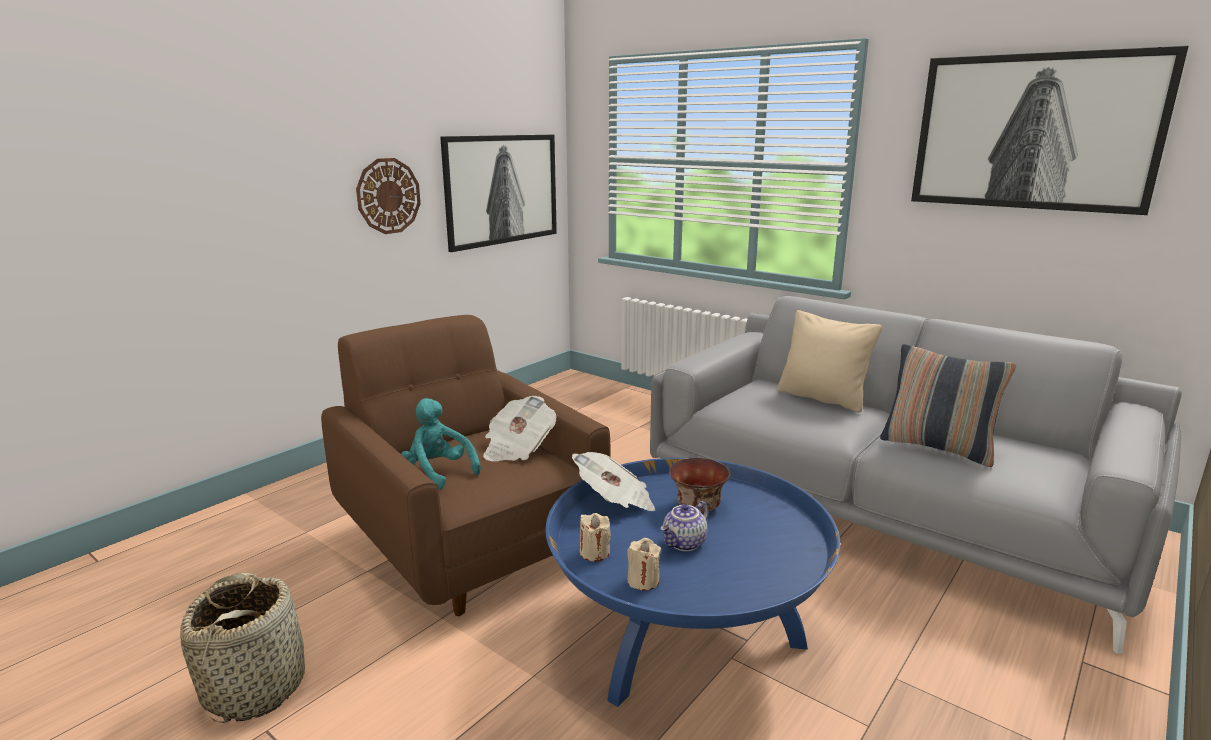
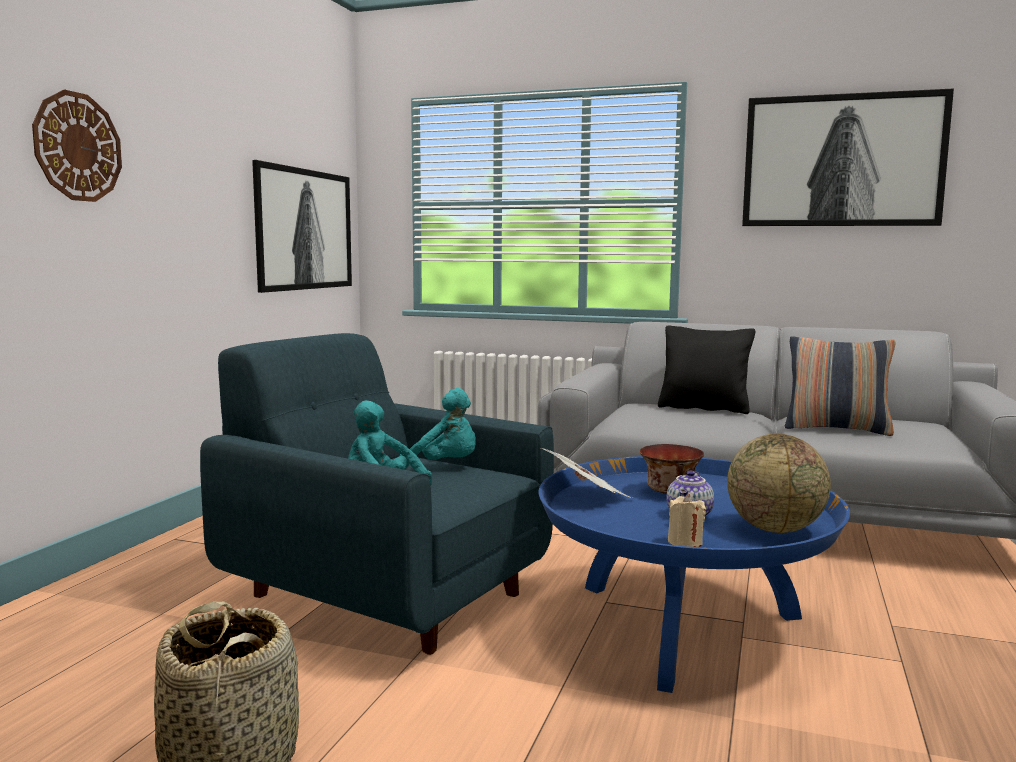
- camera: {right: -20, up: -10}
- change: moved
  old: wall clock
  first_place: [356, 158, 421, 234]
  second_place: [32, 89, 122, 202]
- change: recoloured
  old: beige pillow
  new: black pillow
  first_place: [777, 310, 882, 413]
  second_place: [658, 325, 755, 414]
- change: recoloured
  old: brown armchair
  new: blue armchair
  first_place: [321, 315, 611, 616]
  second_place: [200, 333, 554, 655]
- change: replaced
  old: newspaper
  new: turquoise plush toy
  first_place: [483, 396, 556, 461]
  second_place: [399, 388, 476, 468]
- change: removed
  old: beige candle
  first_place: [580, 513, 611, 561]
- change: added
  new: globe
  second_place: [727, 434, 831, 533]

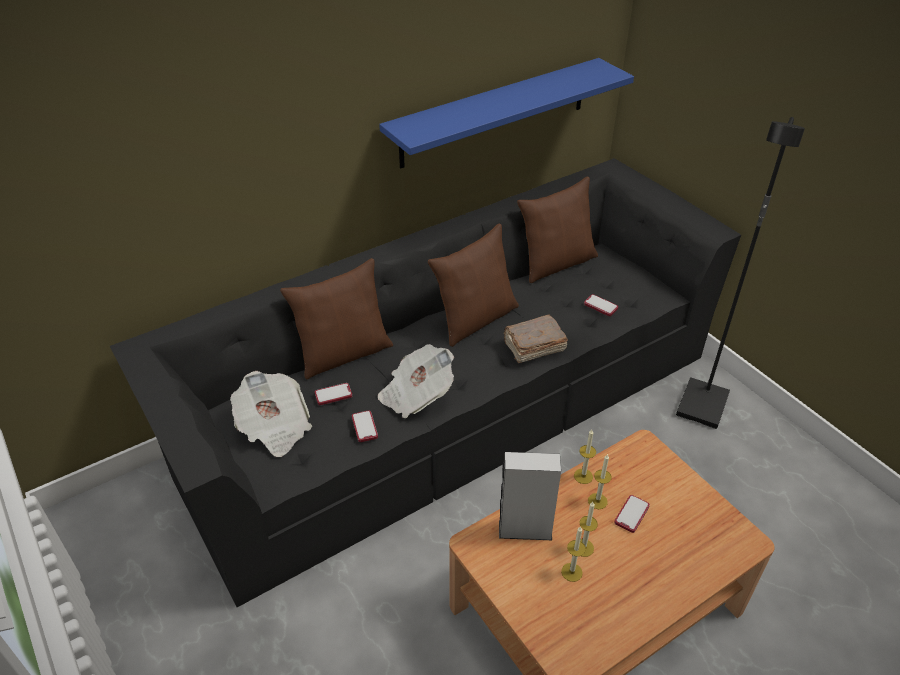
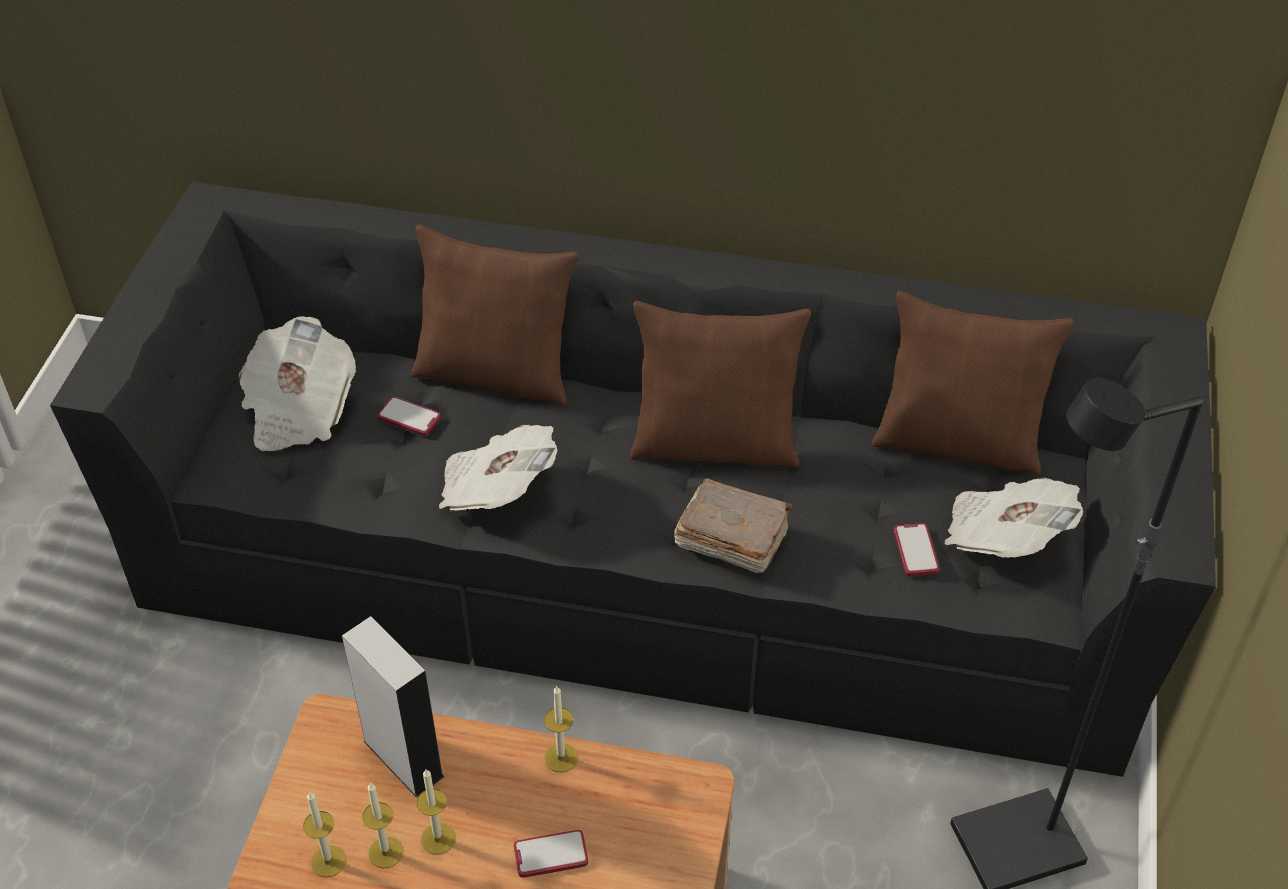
- camera: {right: 45, up: 5}
- change: removed
  old: blue shelf
  first_place: [379, 58, 634, 168]
- change: removed
  old: phone
  first_place: [352, 411, 378, 442]
- change: moved
  old: candle
  first_place: [588, 454, 612, 509]
  second_place: [303, 791, 346, 877]
- change: added
  new: newspaper
  second_place: [945, 477, 1083, 558]

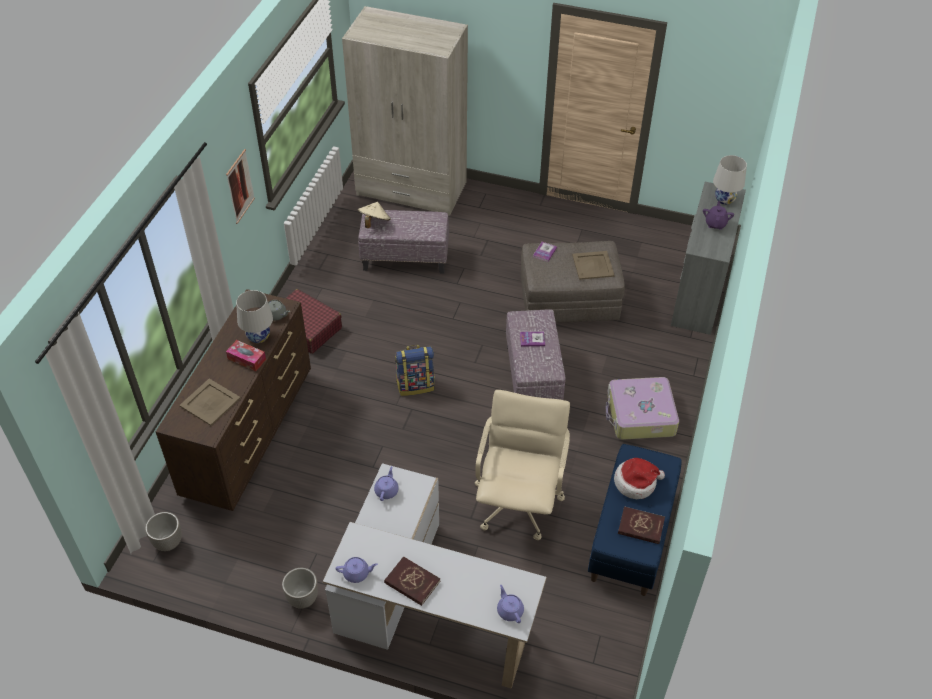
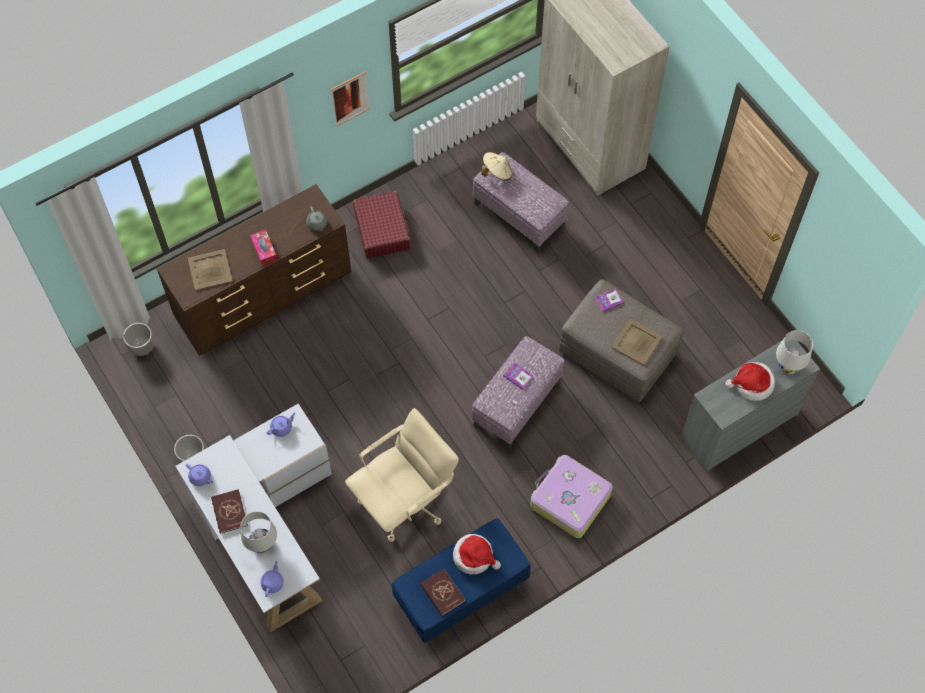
- camera: {right: 40, up: 15}
- change: replaced
  old: purple teapot
  new: hat
  first_place: [703, 201, 734, 230]
  second_place: [725, 362, 775, 401]
- change: moved
  old: white table lamp
  first_place: [236, 290, 273, 343]
  second_place: [240, 511, 277, 553]
- change: removed
  old: backpack
  first_place: [395, 345, 435, 396]

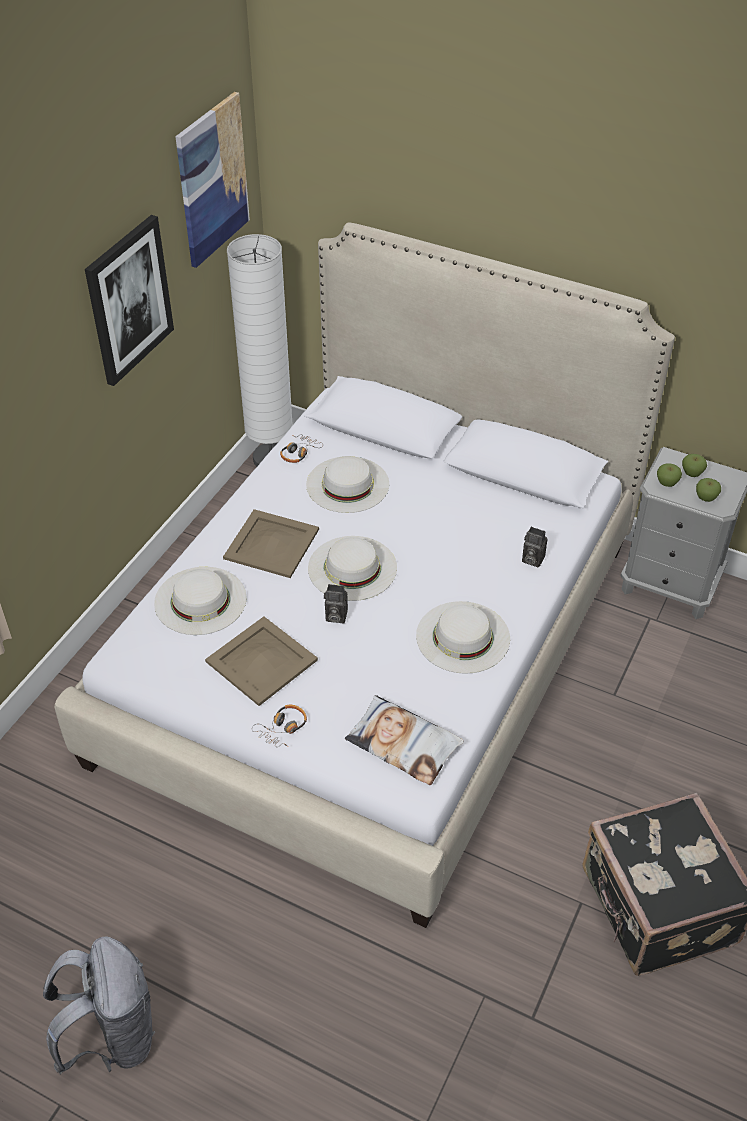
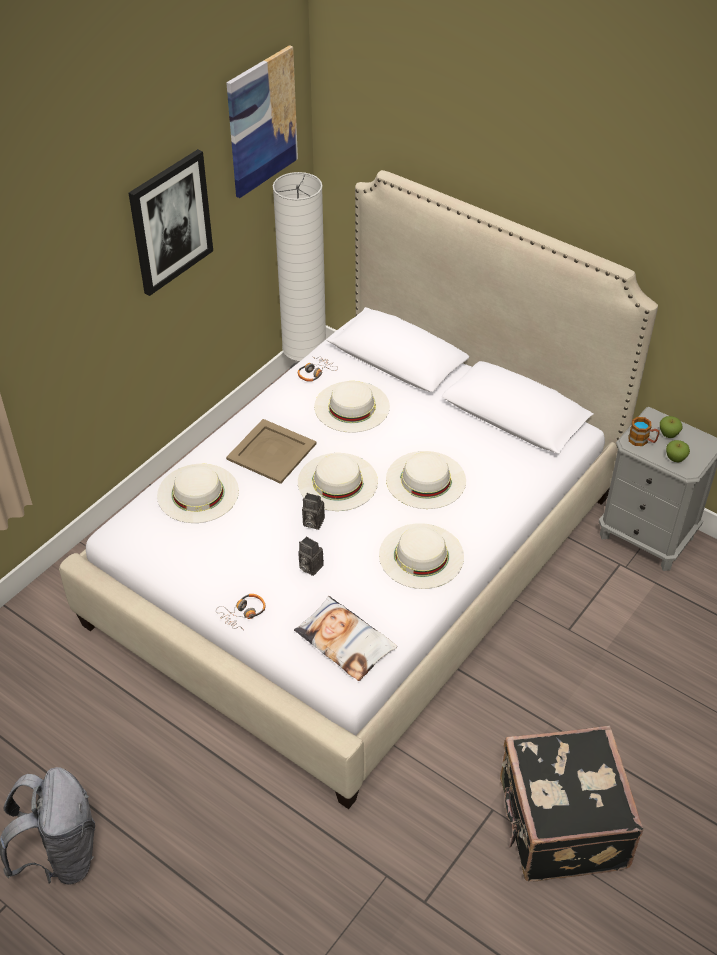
- camera: {right: 10, up: 0}
- change: replaced
  old: apple
  new: mug
  first_place: [657, 463, 682, 487]
  second_place: [628, 417, 660, 446]
- change: moved
  old: photo camera
  first_place: [522, 527, 547, 567]
  second_place: [298, 536, 324, 576]
- change: removed
  old: beige tray
  first_place: [205, 617, 318, 706]
- change: added
  new: white hat
  second_place: [386, 451, 466, 509]

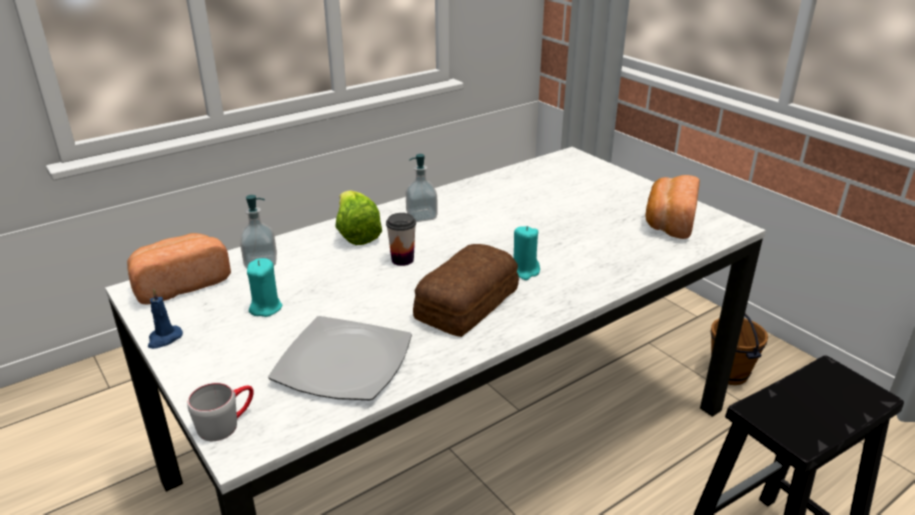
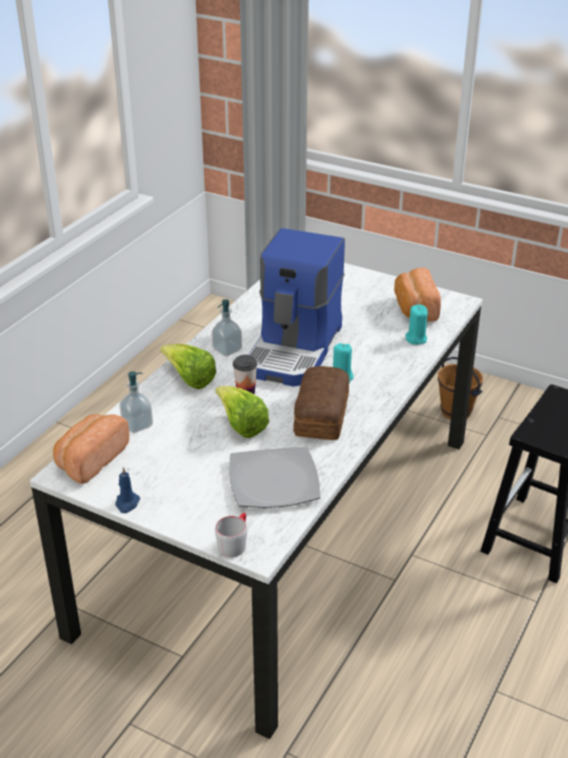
- camera: {right: -25, up: 5}
- change: moved
  old: turquoise candle
  first_place: [247, 258, 282, 317]
  second_place: [406, 304, 428, 345]
- change: added
  new: coffee machine
  second_place: [249, 228, 345, 387]
- change: added
  new: lettuce
  second_place: [215, 386, 269, 438]

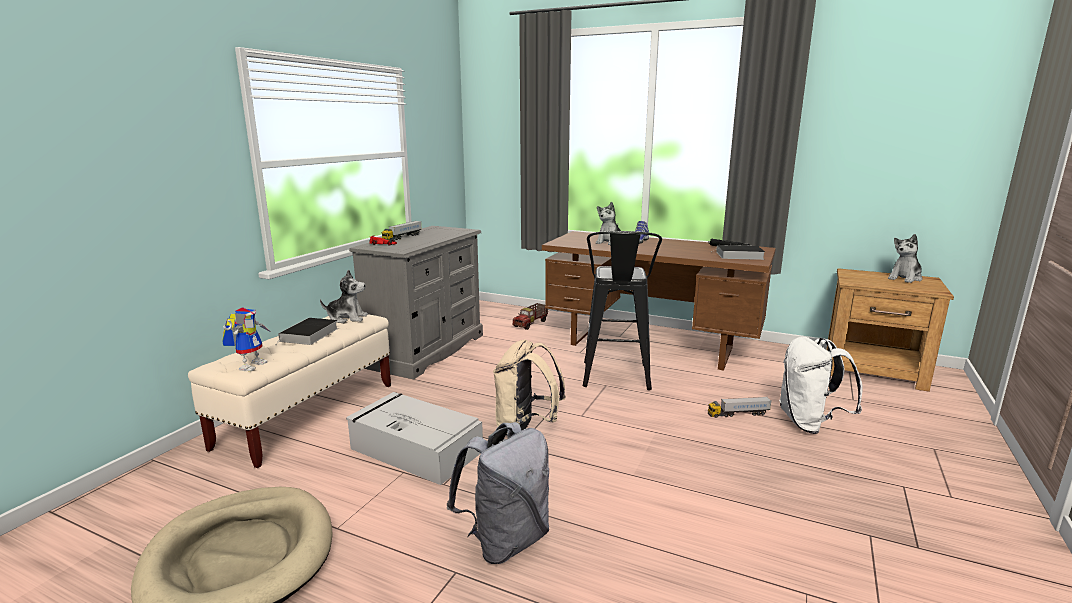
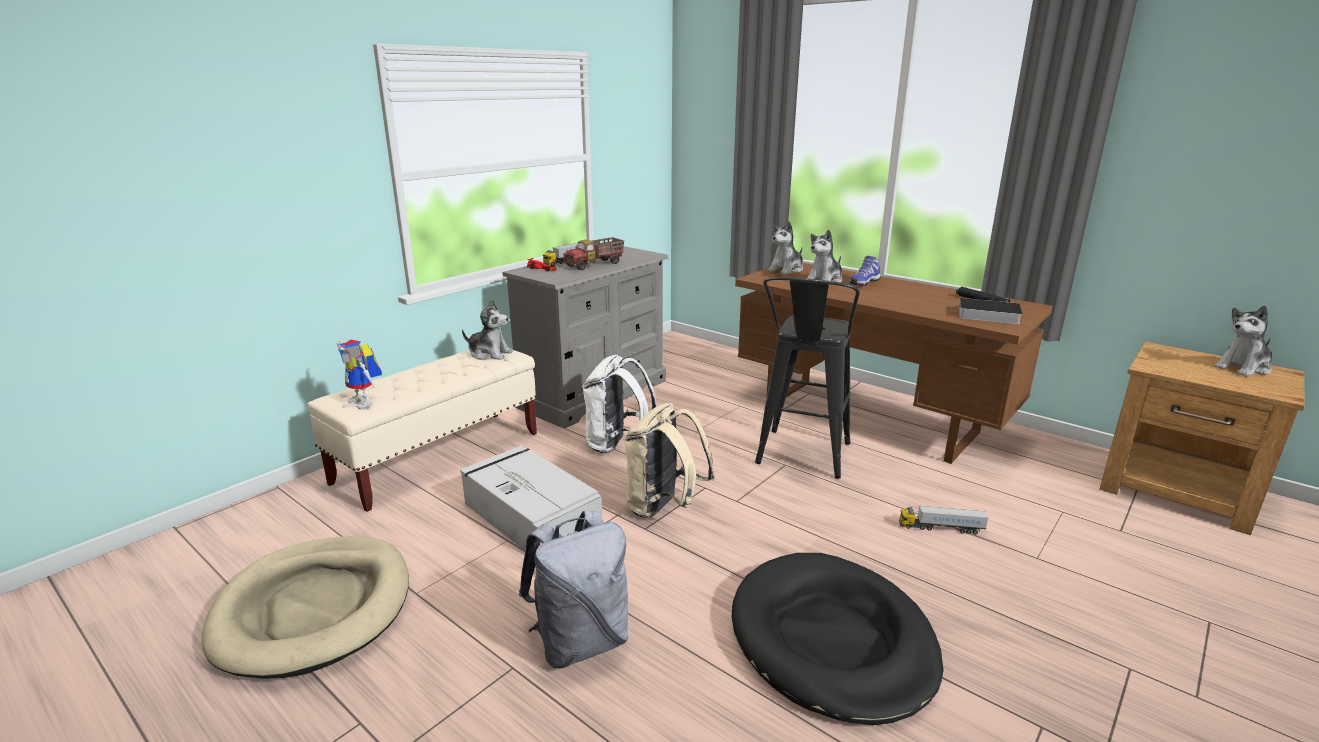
- camera: {right: 15, up: 5}
- change: moved
  old: toy truck
  first_place: [512, 303, 548, 330]
  second_place: [563, 237, 624, 270]
- change: turned
  old: toy robot
  first_place: [222, 307, 271, 372]
  second_place: [337, 340, 382, 409]
  degrees: 105
- change: removed
  old: book
  first_place: [276, 318, 338, 345]
- change: moved
  old: white backpack
  first_place: [779, 337, 863, 434]
  second_place: [582, 355, 657, 453]
- change: added
  new: plush toy
  second_place: [767, 221, 803, 275]
- change: added
  new: black dog bed
  second_place: [732, 553, 943, 725]

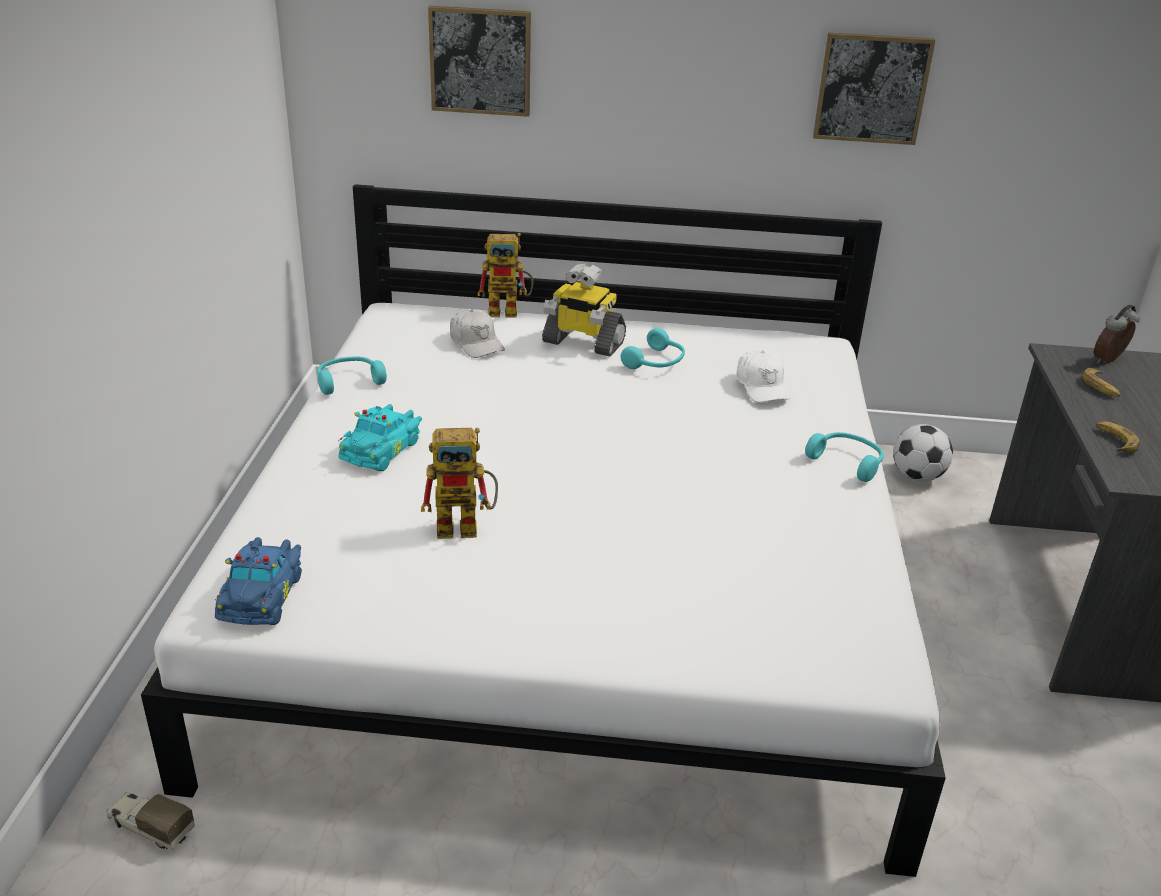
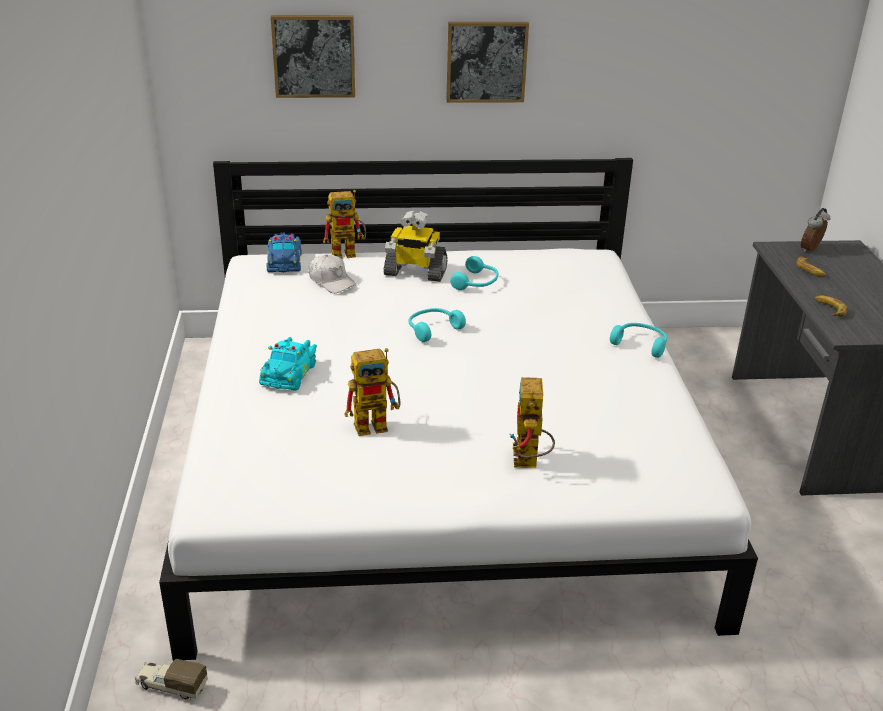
- camera: {right: -10, up: 0}
- change: moved
  old: picture
  first_place: [813, 32, 935, 145]
  second_place: [446, 22, 529, 103]
- change: removed
  old: white cap
  first_place: [737, 350, 791, 402]
- change: moved
  old: turquoise headphones
  first_place: [317, 356, 387, 395]
  second_place: [409, 308, 466, 342]
- change: removed
  old: football
  first_place: [893, 424, 953, 481]
- change: moved
  old: blue toy car
  first_place: [215, 537, 302, 625]
  second_place: [267, 232, 301, 272]
- change: added
  new: toy robot
  second_place: [510, 377, 555, 468]

